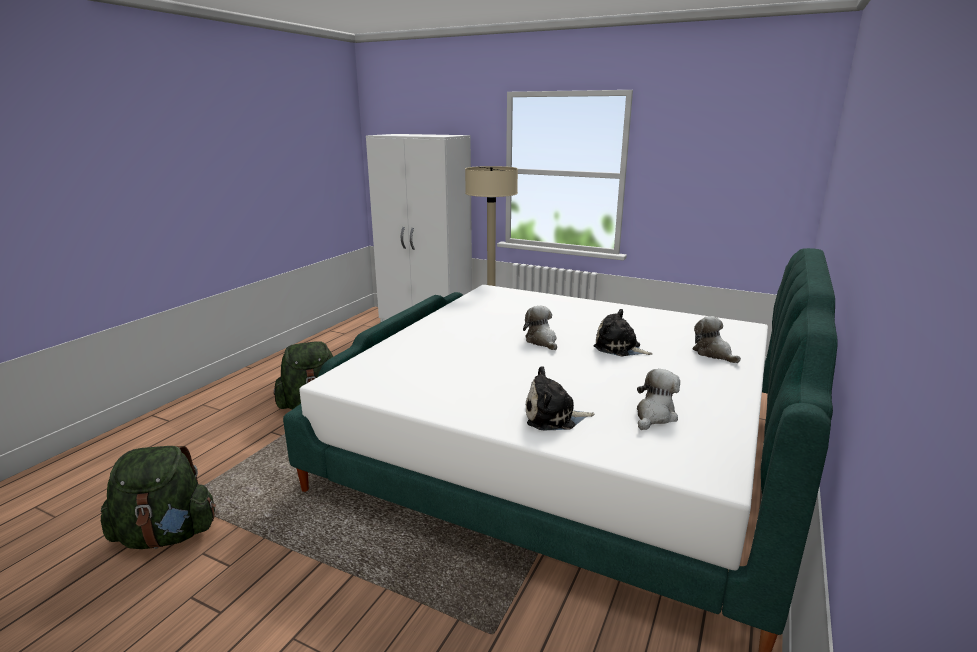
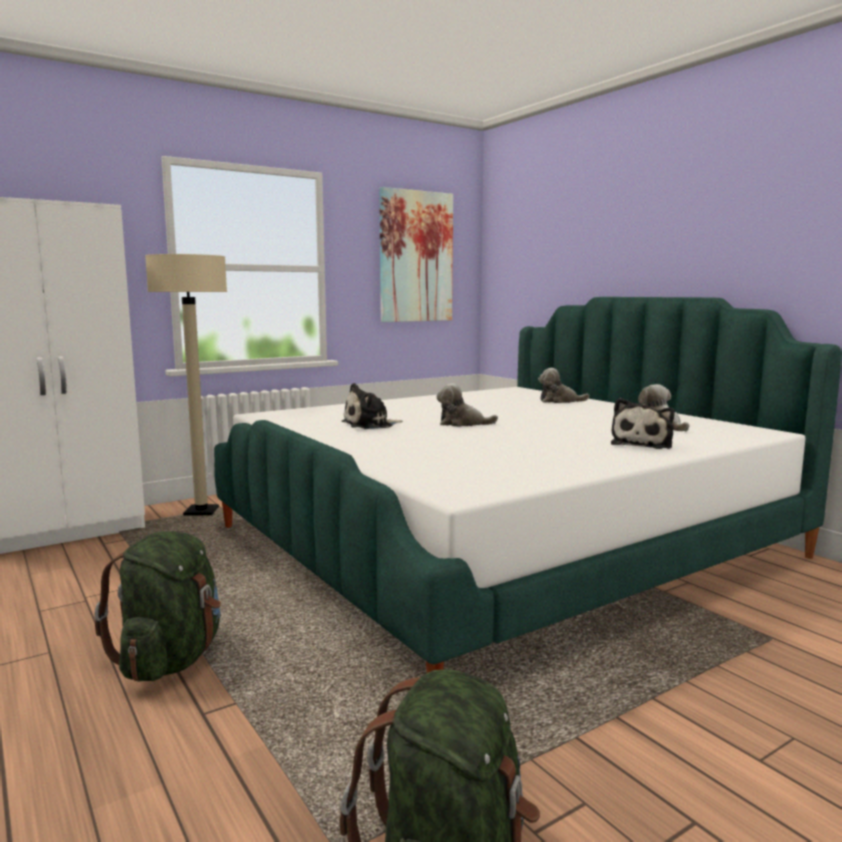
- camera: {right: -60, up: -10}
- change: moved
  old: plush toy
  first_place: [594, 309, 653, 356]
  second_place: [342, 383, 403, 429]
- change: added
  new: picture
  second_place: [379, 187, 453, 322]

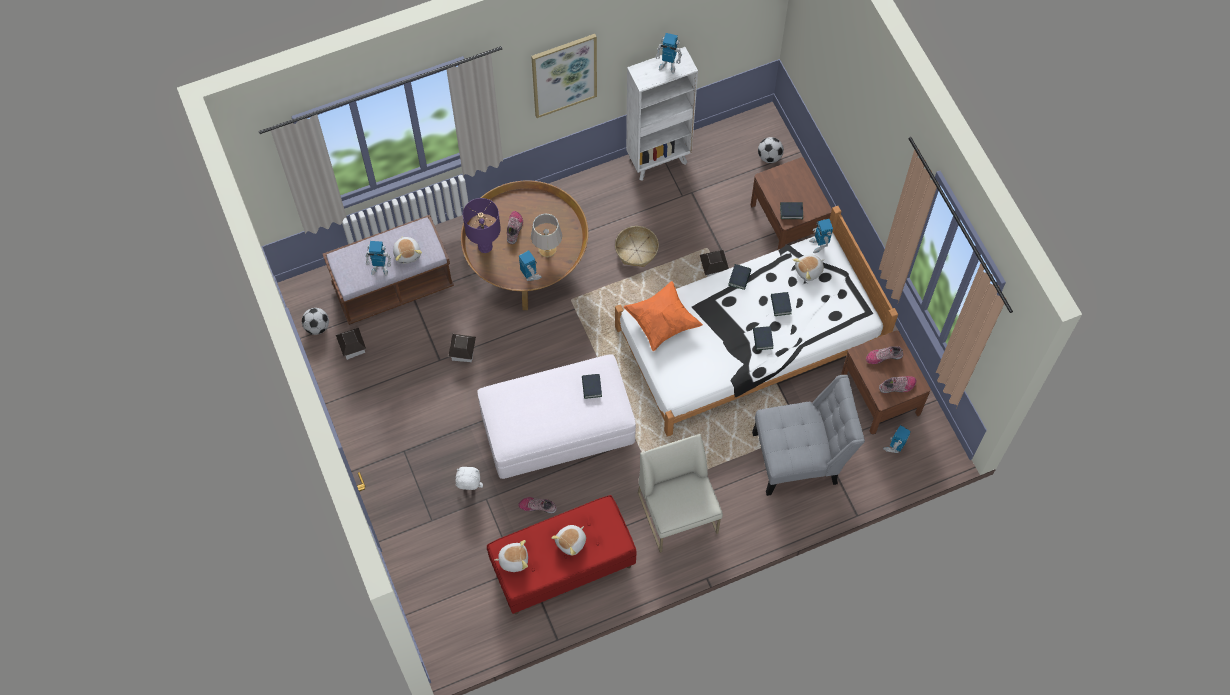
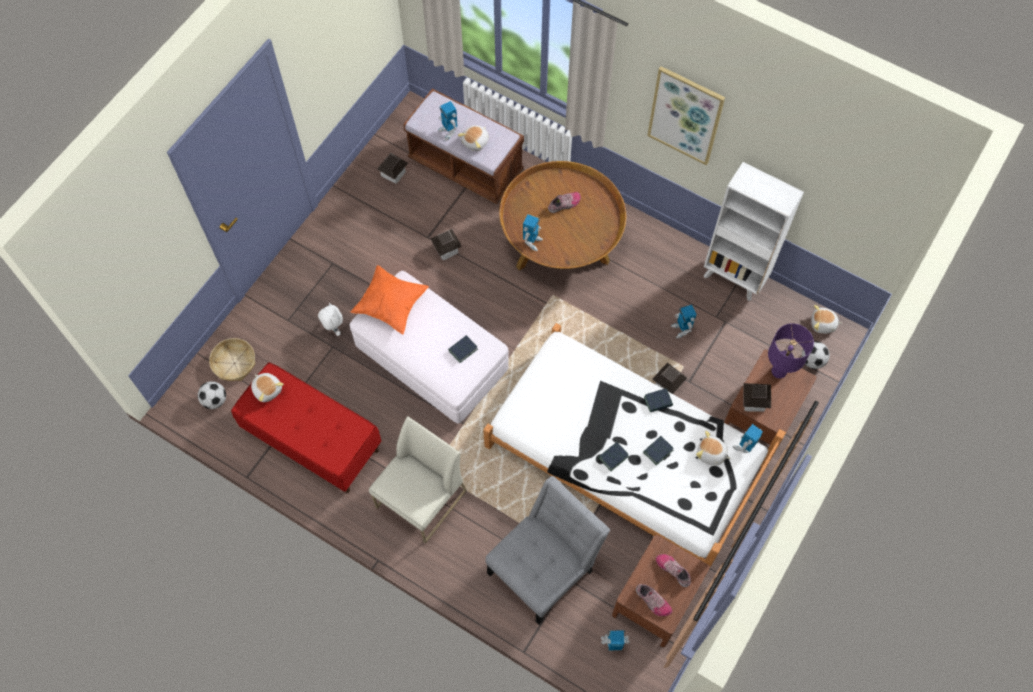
- camera: {right: 55, up: 0}
- change: moved
  old: toy robot
  first_place: [656, 33, 682, 74]
  second_place: [671, 305, 697, 338]
- change: moved
  old: purple table lamp
  first_place: [463, 198, 501, 253]
  second_place: [768, 323, 814, 379]
- change: replaced
  old: book
  new: toy house
  first_place: [780, 202, 803, 219]
  second_place: [743, 383, 771, 412]
- change: removed
  old: grey table lamp
  first_place: [531, 213, 562, 257]
- change: moved
  old: basket
  first_place: [615, 226, 659, 267]
  second_place: [209, 338, 255, 381]
- change: moved
  old: orange pillow
  first_place: [624, 281, 703, 351]
  second_place: [351, 265, 429, 334]
- change: moved
  old: football
  first_place: [302, 308, 329, 335]
  second_place: [198, 381, 226, 409]
- change: turned
  old: grey chair
  first_place: [752, 375, 865, 496]
  second_place: [485, 476, 610, 625]
  degrees: -90
- change: removed
  old: shoe
  first_place: [518, 497, 557, 514]
- change: moved
  old: plush toy
  first_place: [551, 525, 586, 556]
  second_place: [811, 305, 842, 334]

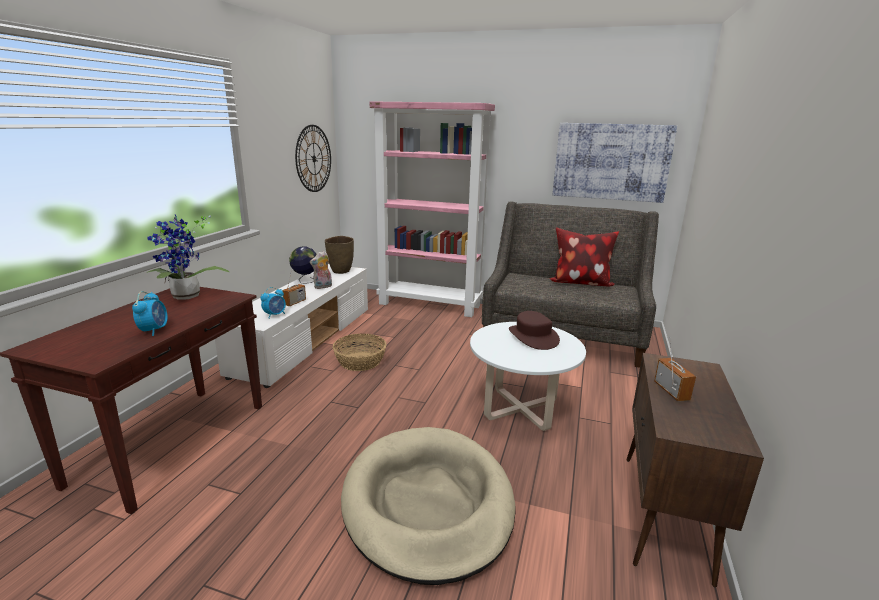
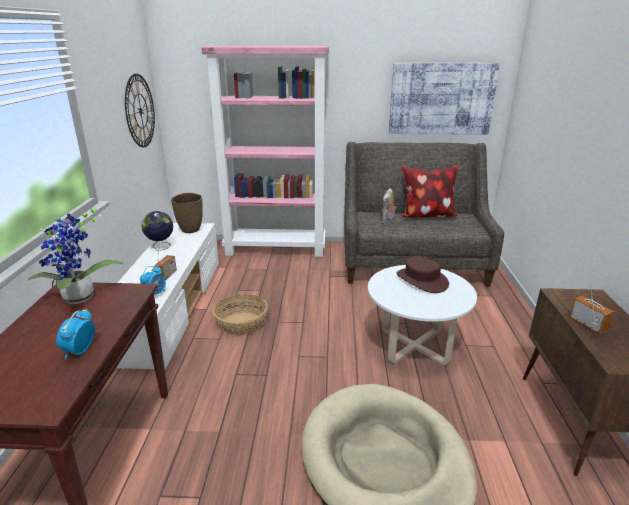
- camera: {right: -15, up: 5}
- change: moved
  old: plush toy
  first_place: [310, 251, 332, 289]
  second_place: [379, 188, 396, 225]
- change: turned
  old: alarm clock
  first_place: [132, 291, 168, 336]
  second_place: [56, 309, 95, 359]
  degrees: -150

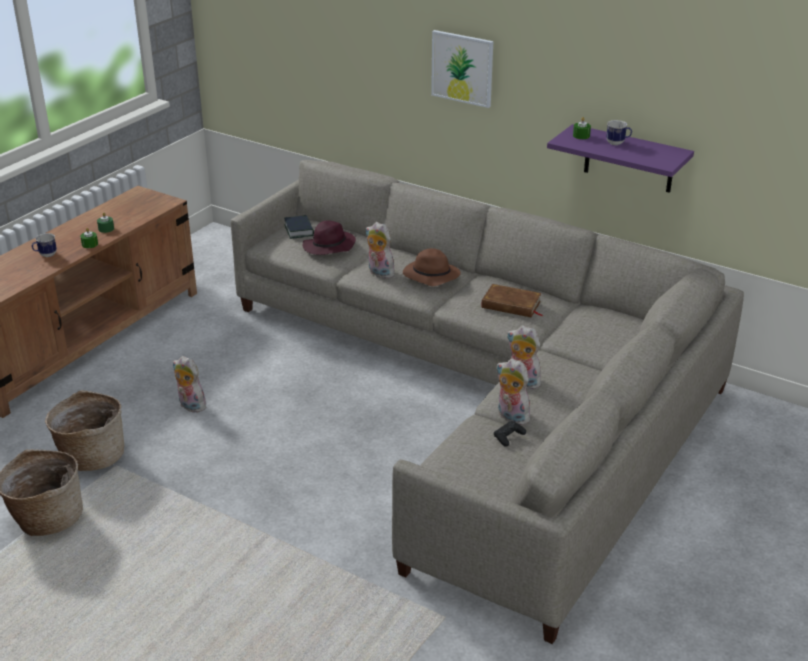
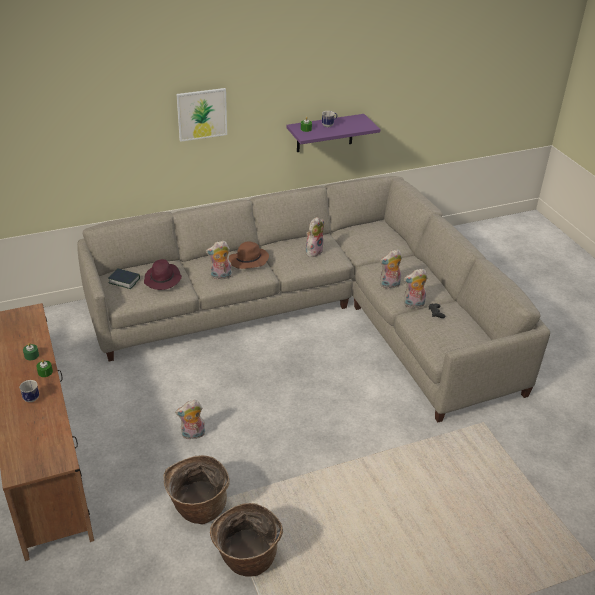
- camera: {right: -55, up: 5}
- change: replaced
  old: brown book
  new: plush toy
  first_place: [481, 284, 542, 318]
  second_place: [306, 217, 324, 257]

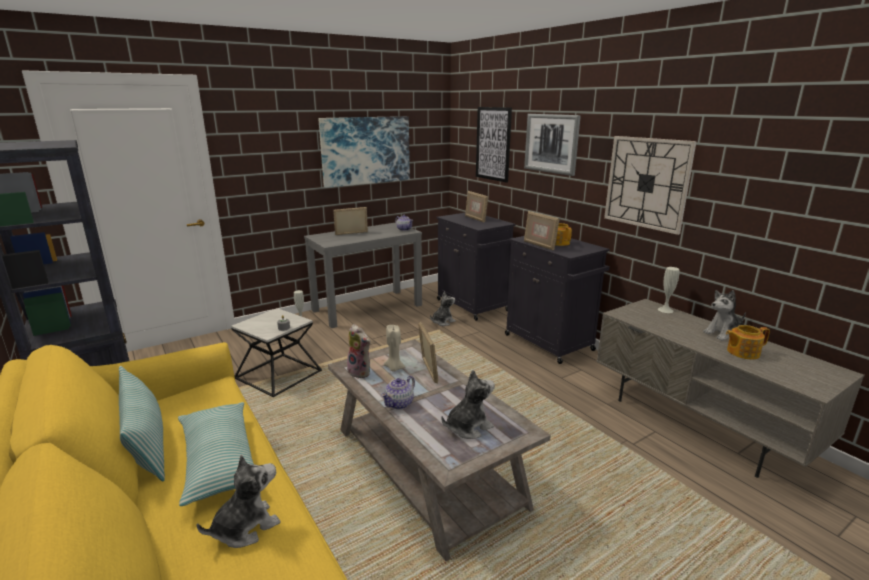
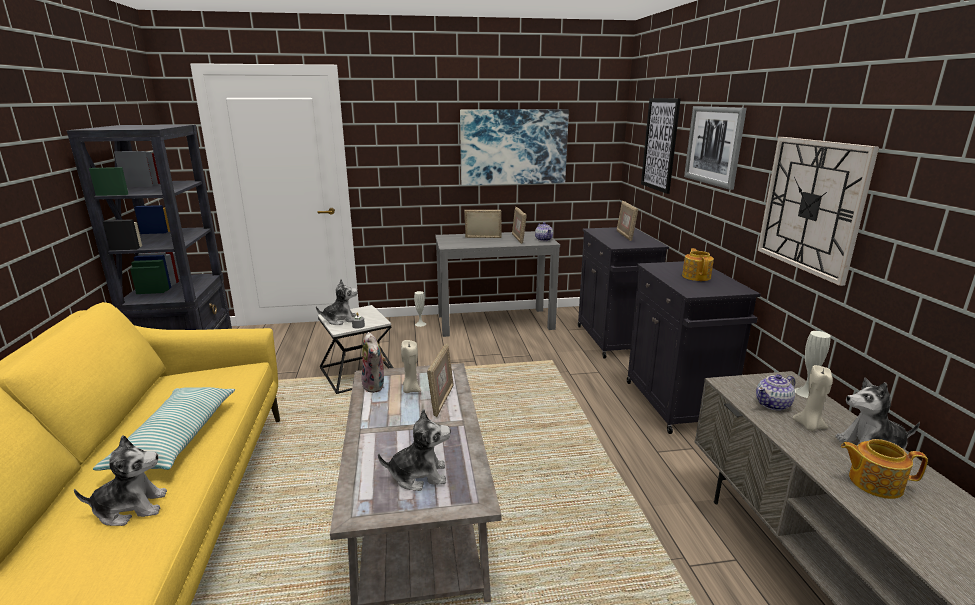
- camera: {right: 25, up: 0}
- change: moved
  old: picture frame
  first_place: [524, 211, 559, 251]
  second_place: [512, 207, 527, 244]
- change: moved
  old: plush toy
  first_place: [430, 291, 456, 326]
  second_place: [316, 279, 357, 325]
- change: removed
  old: pillow
  first_place: [119, 366, 165, 481]
- change: moved
  old: teapot
  first_place: [381, 376, 415, 409]
  second_place: [756, 374, 795, 411]
- change: added
  new: beige candle
  second_place: [793, 365, 833, 431]

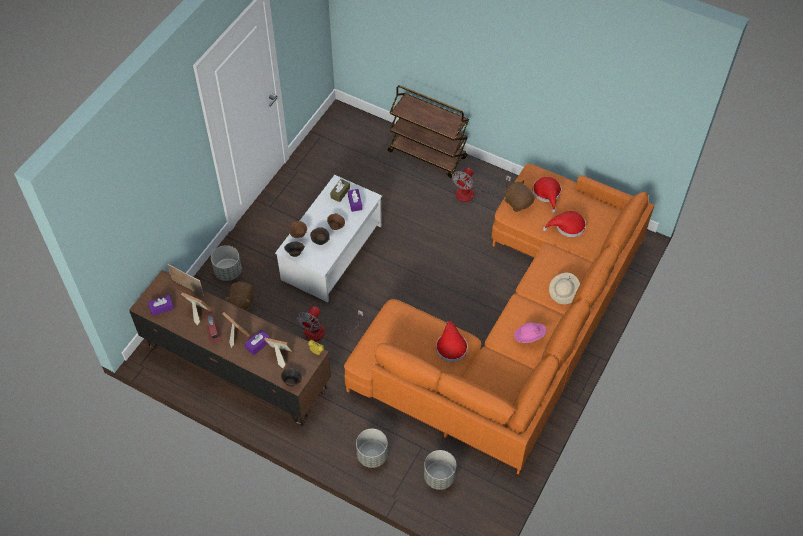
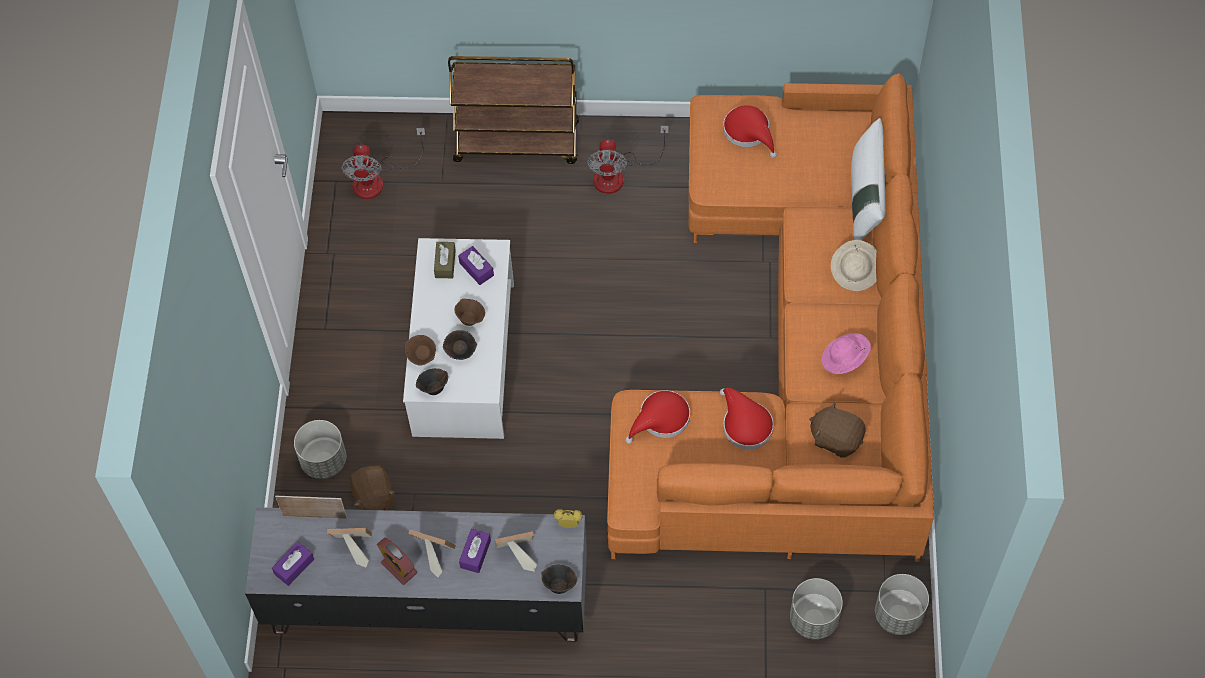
- camera: {right: -25, up: 5}
- change: moved
  old: brown plush toy
  first_place: [504, 180, 534, 212]
  second_place: [809, 401, 866, 458]
- change: moved
  old: red hat
  first_place: [543, 211, 586, 237]
  second_place: [625, 390, 690, 444]
- change: recoloured
  old: brown tv stand
  new: grey tv stand
  first_place: [129, 270, 331, 426]
  second_place: [245, 507, 587, 641]
- change: moved
  old: fan
  first_place: [297, 306, 363, 341]
  second_place: [342, 128, 425, 199]
- change: moved
  old: grey planter
  first_place: [356, 429, 388, 468]
  second_place: [875, 574, 929, 635]
- change: added
  new: white pillow
  second_place: [851, 118, 886, 241]

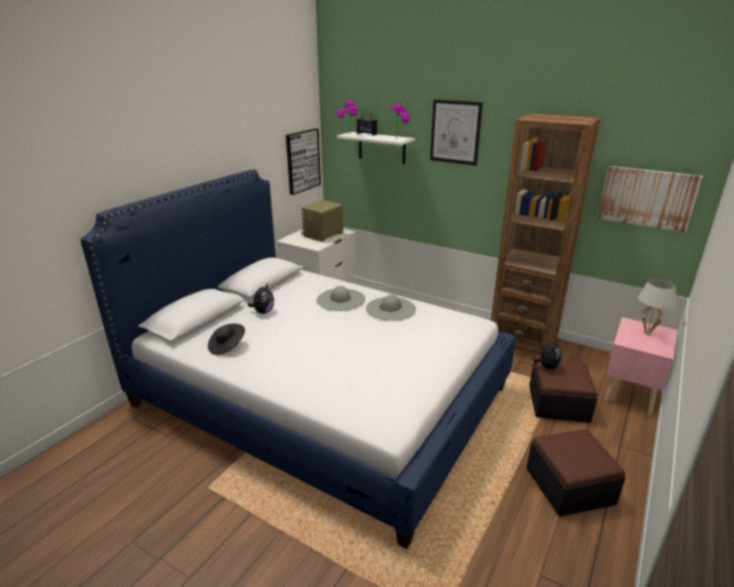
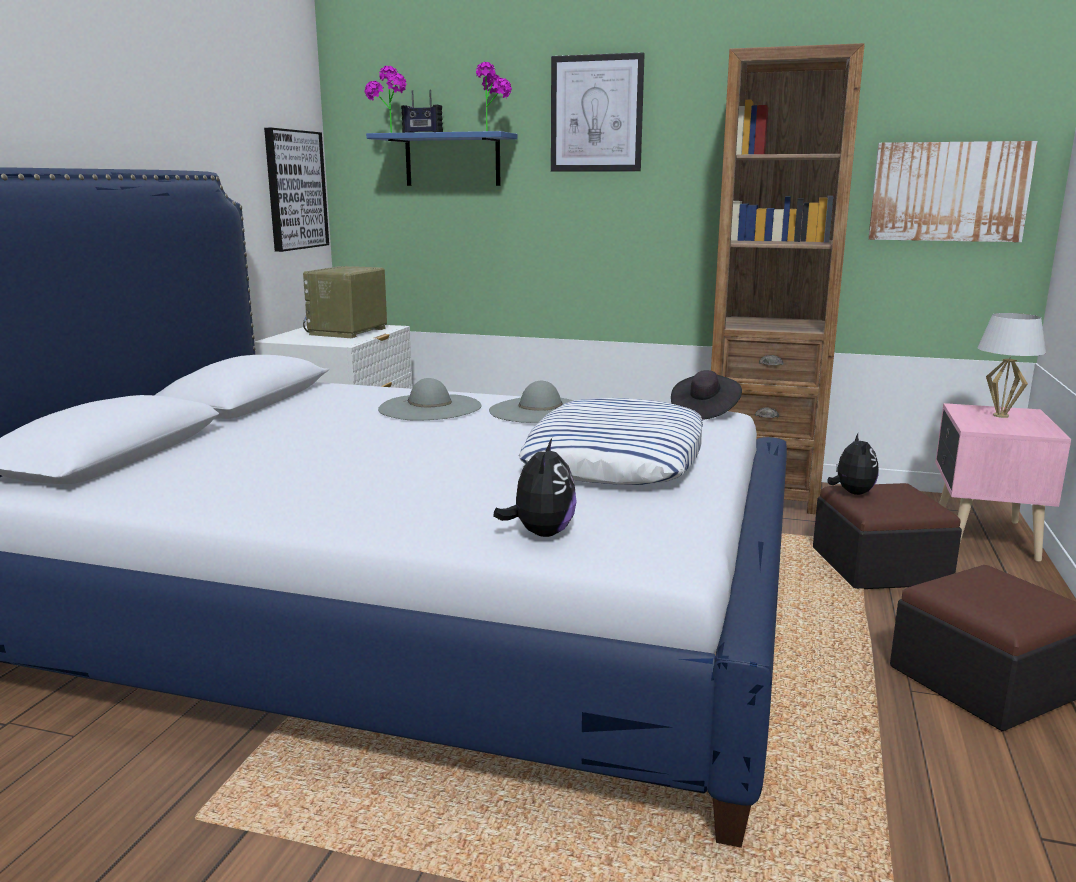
- camera: {right: -15, up: -10}
- change: recoloured
  old: white shelf
  new: blue shelf
  first_place: [337, 132, 415, 164]
  second_place: [366, 131, 518, 186]
- change: moved
  old: plush toy
  first_place: [248, 283, 274, 314]
  second_place: [493, 438, 577, 537]
- change: moved
  old: black hat
  first_place: [208, 324, 245, 355]
  second_place: [671, 370, 742, 419]
- change: added
  new: pillow
  second_place: [519, 398, 703, 485]

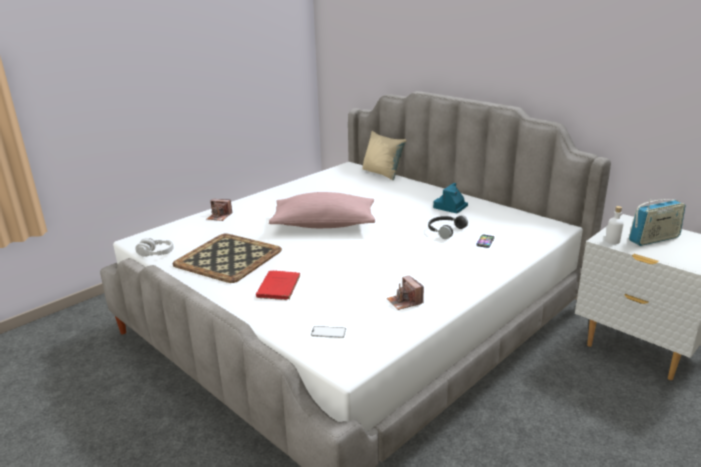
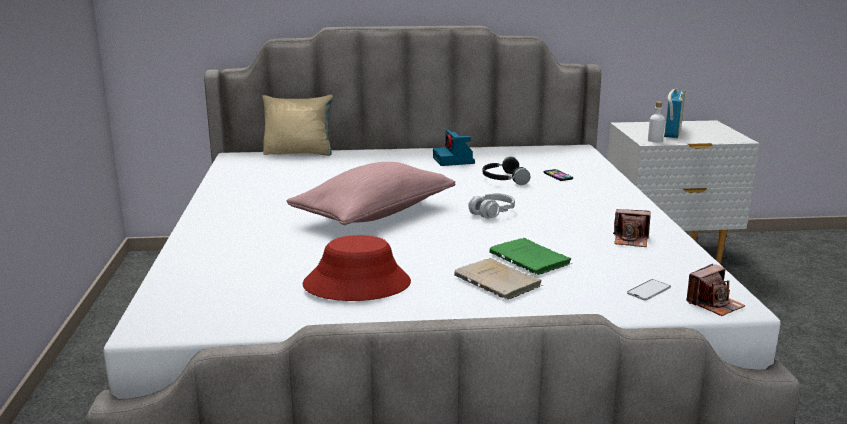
- camera: {right: -50, up: -5}
- change: moved
  old: photo camera
  first_place: [207, 199, 233, 221]
  second_place: [686, 264, 746, 316]
- change: replaced
  old: tray
  new: red hat
  first_place: [173, 233, 282, 283]
  second_place: [302, 235, 411, 301]
- change: moved
  old: grey headphones
  first_place: [135, 238, 174, 257]
  second_place: [468, 193, 515, 219]
- change: recoloured
  old: red book
  new: beige book
  first_place: [256, 271, 301, 300]
  second_place: [454, 258, 543, 300]
- change: added
  new: green book
  second_place: [489, 238, 573, 275]

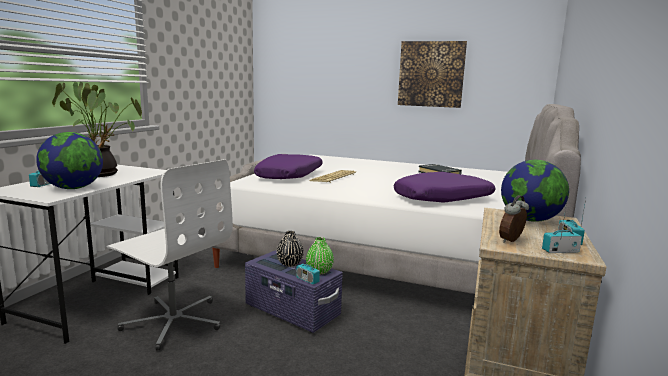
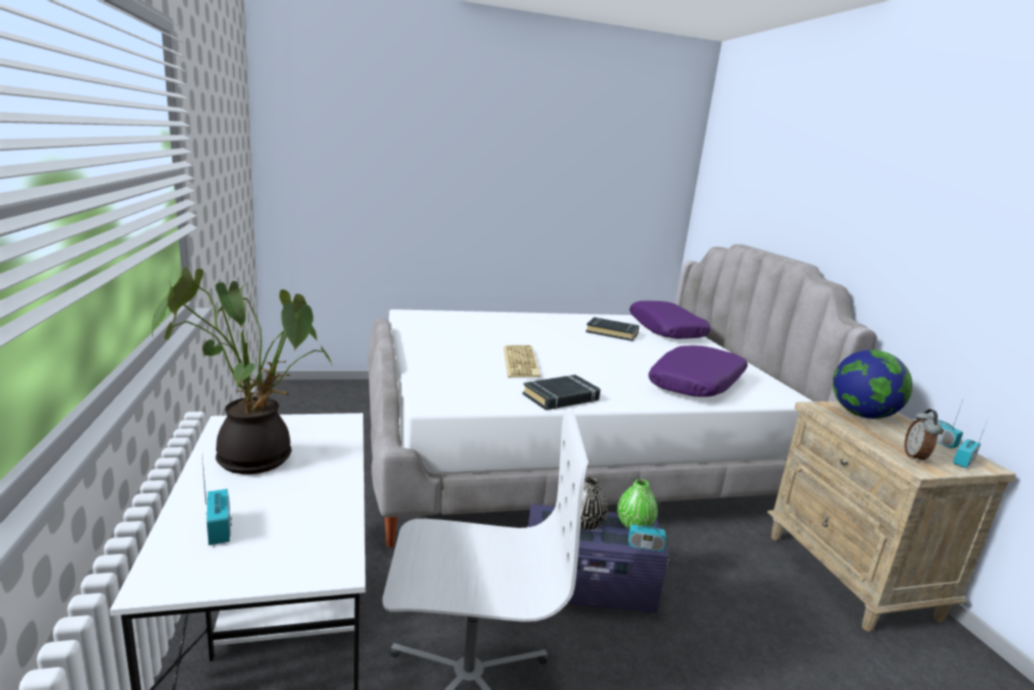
- camera: {right: -35, up: 5}
- change: removed
  old: picture
  first_place: [398, 41, 467, 108]
- change: removed
  old: globe
  first_place: [36, 132, 103, 189]
- change: moved
  old: purple pillow
  first_place: [254, 154, 323, 179]
  second_place: [630, 301, 711, 339]
- change: added
  new: black book
  second_place: [523, 375, 601, 410]

